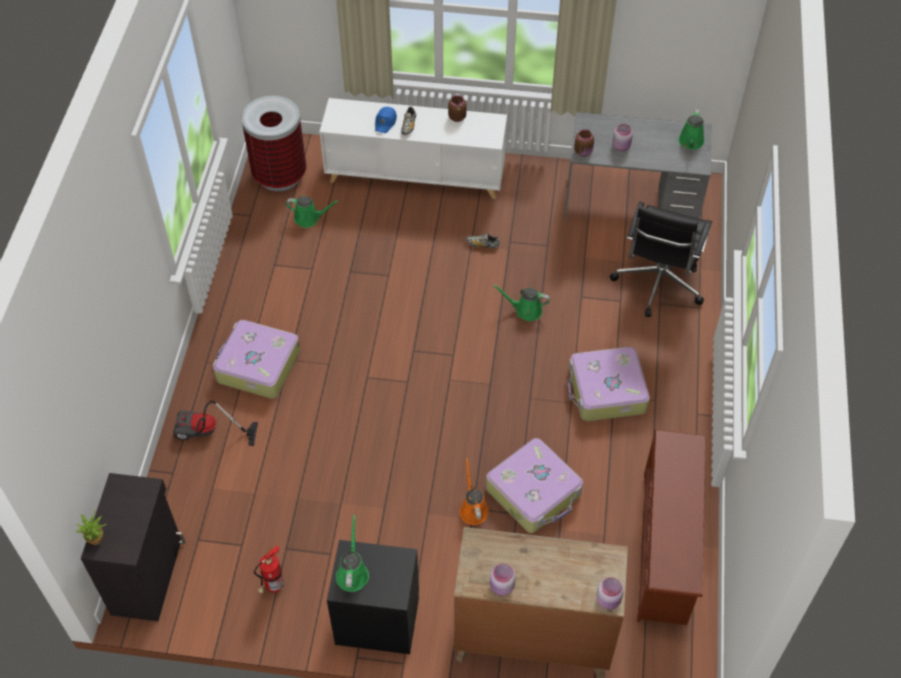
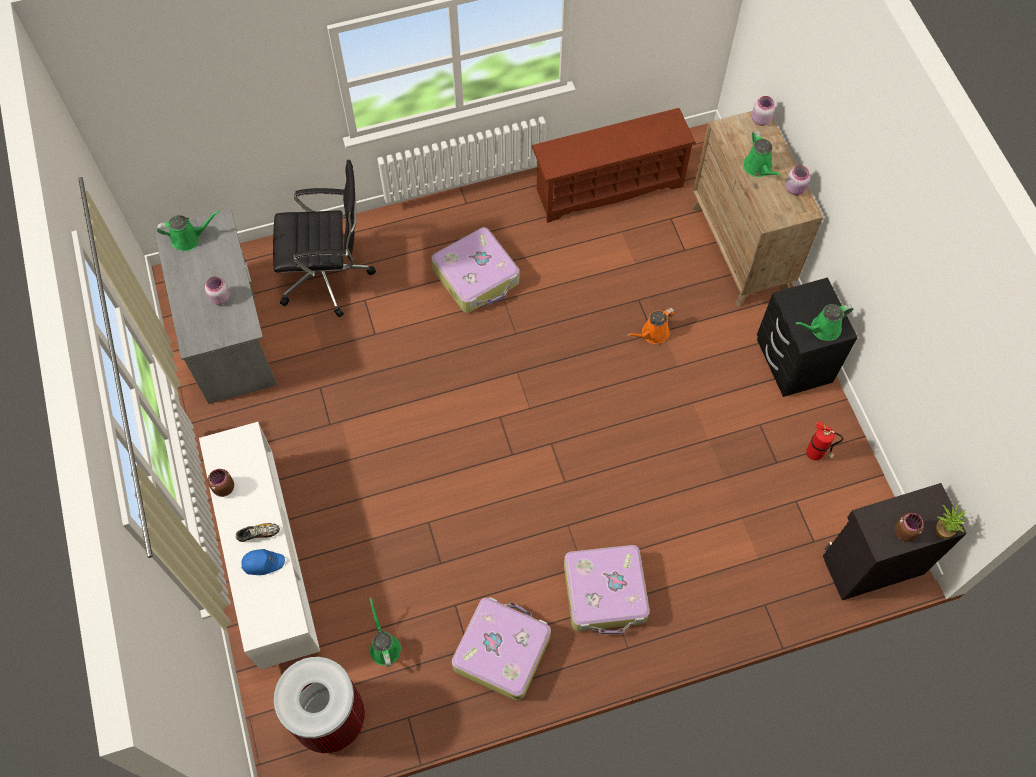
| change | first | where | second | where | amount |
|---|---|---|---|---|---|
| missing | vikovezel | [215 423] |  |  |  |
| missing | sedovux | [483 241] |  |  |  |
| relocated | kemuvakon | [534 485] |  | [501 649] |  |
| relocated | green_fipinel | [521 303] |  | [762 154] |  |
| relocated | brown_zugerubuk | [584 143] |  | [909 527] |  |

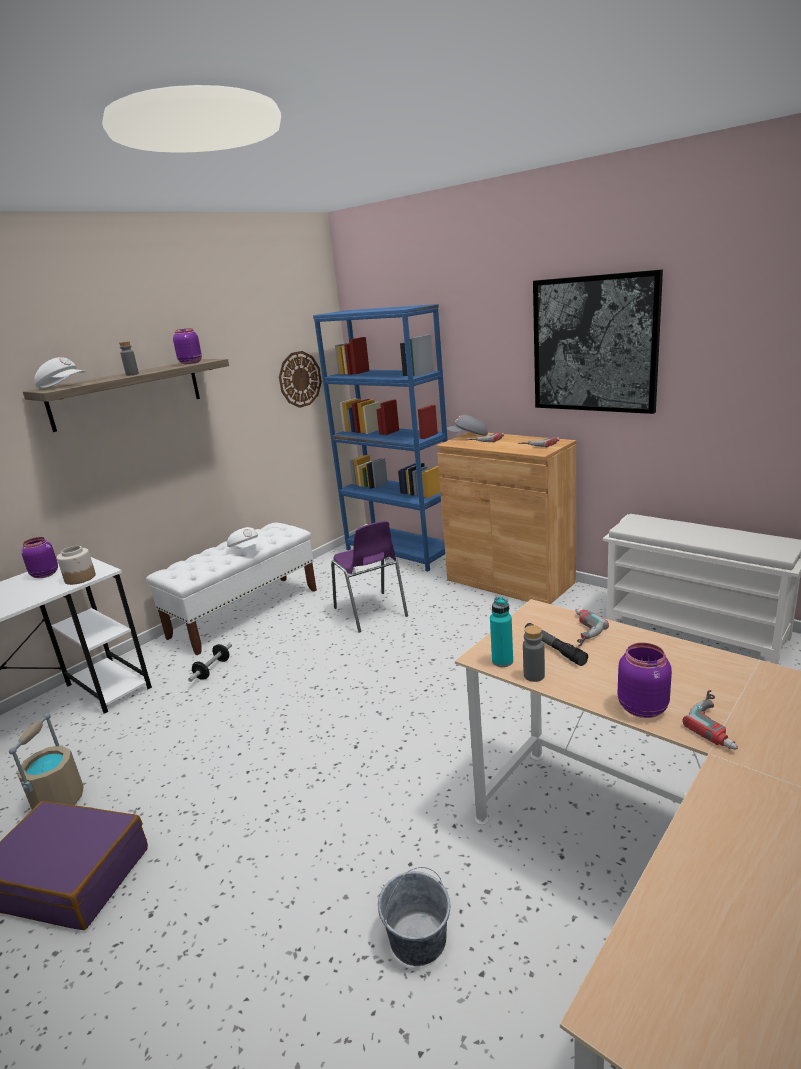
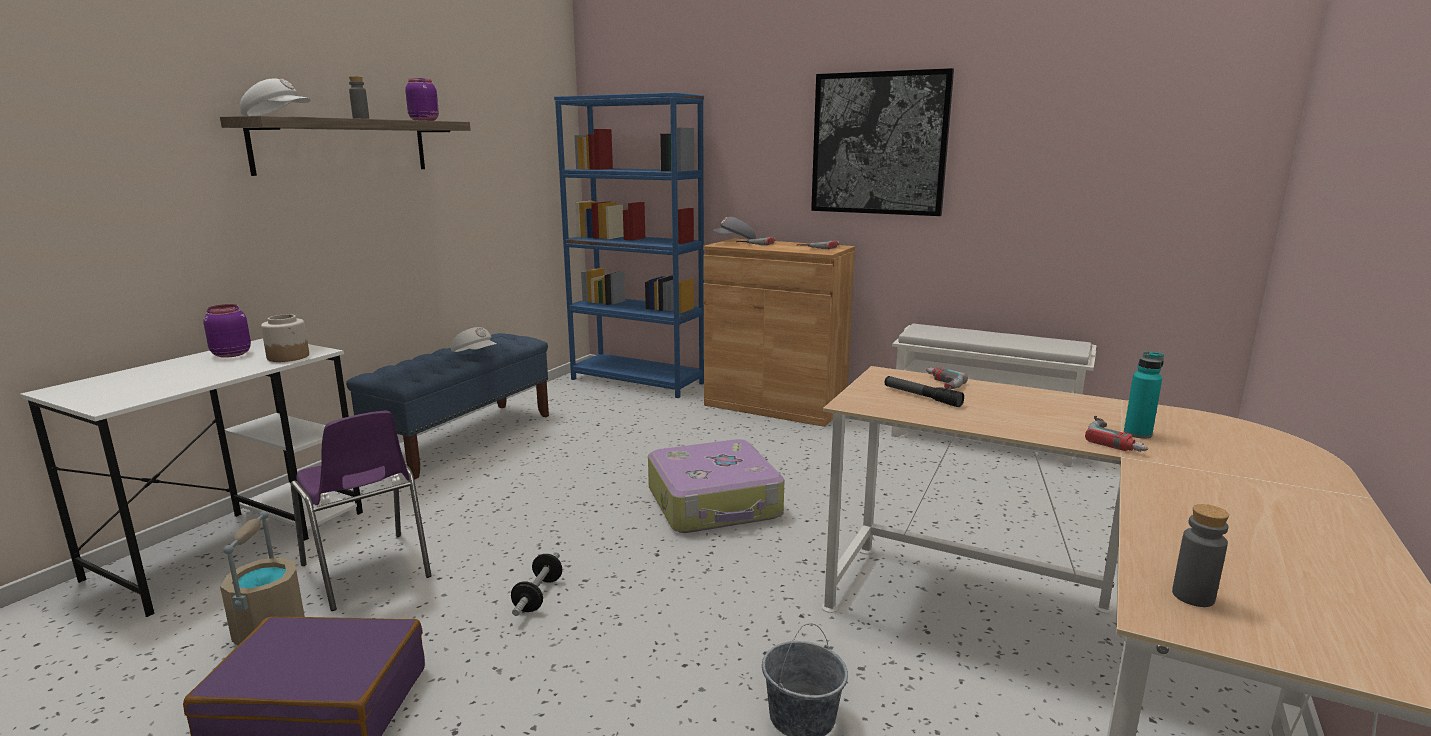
| change | first | where | second | where | amount |
|---|---|---|---|---|---|
| missing | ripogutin | [300 379] |  |  |  |
| missing | purple_zugerubuk | [644 680] |  |  |  |
| appeared |  |  | kemuvakon | [716 486] |  |
| relocated | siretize | [210 662] |  | [536 584] |  |
| relocated | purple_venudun | [369 576] |  | [361 511] |  |
| relocated | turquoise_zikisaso | [501 632] |  | [1144 394] |  |
| relocated | grey_zikisaso | [534 653] |  | [1200 555] |  |
| colour | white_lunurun | [231 588] | blue_lunurun | [447 406] |  |

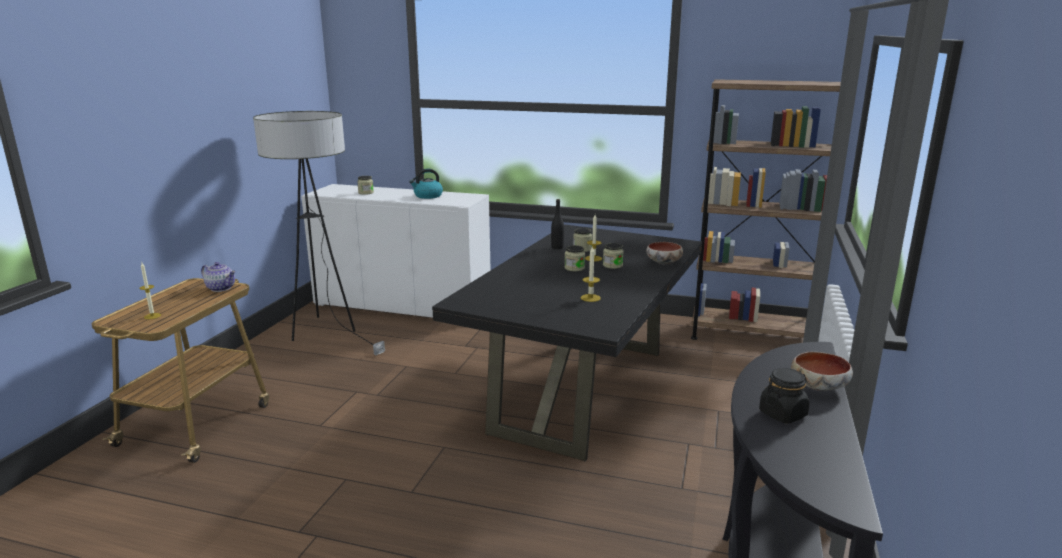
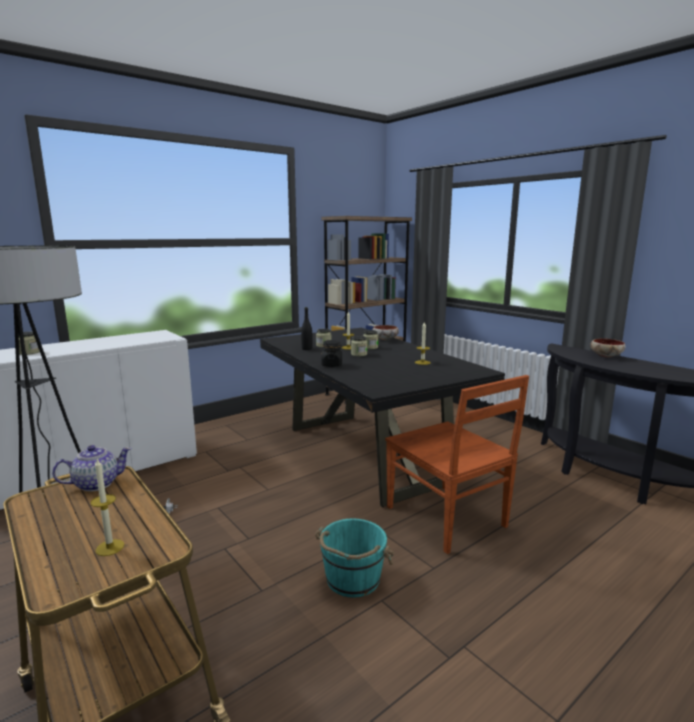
| change | first | where | second | where | amount |
|---|---|---|---|---|---|
| missing | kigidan | [426 184] |  |  |  |
| appeared |  |  | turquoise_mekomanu | [354 558] |  |
| appeared |  |  | brown_venudun | [457 464] |  |
| relocated | black_zugerubuk | [784 395] |  | [331 353] |  |

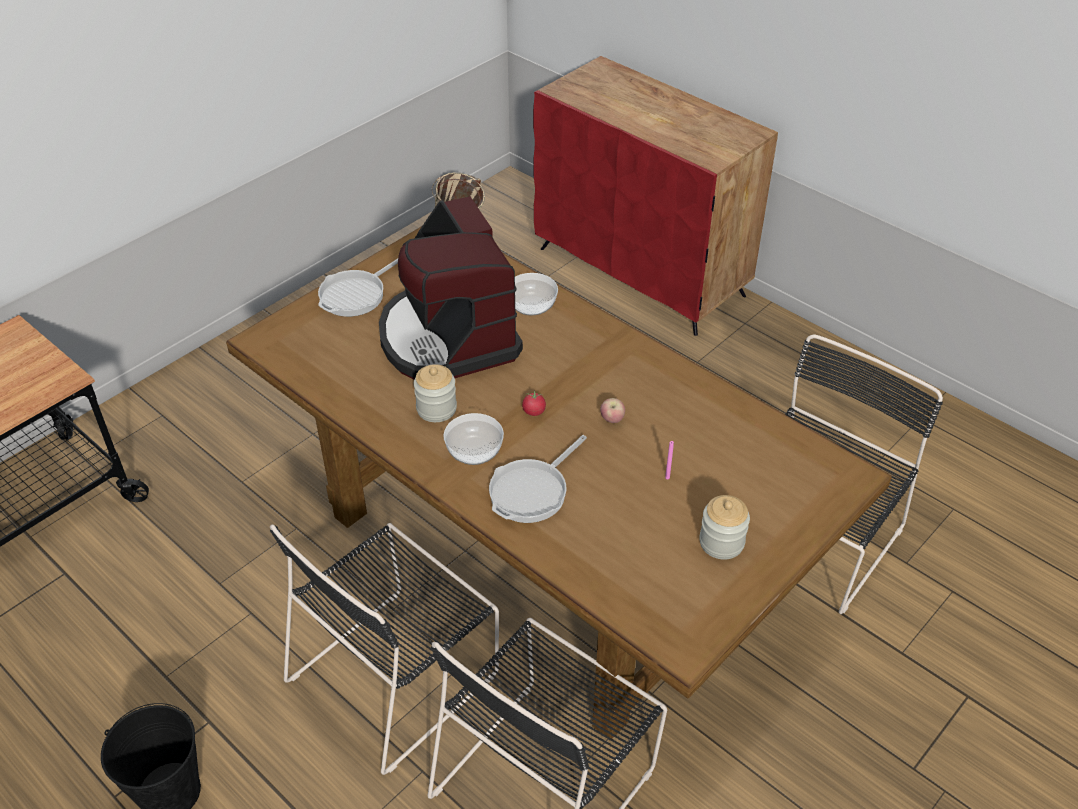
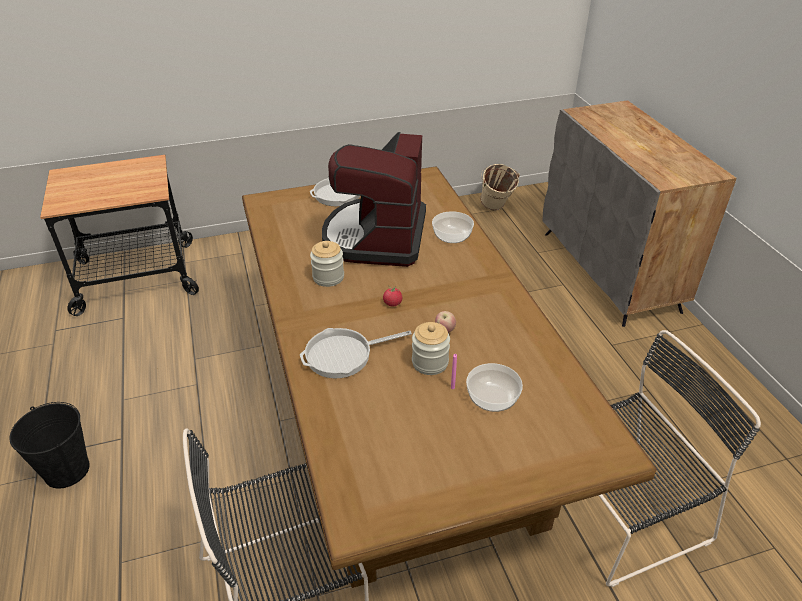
| change | first | where | second | where | amount |
|---|---|---|---|---|---|
| missing | black_venudun | [384 649] |  |  |  |
| relocated | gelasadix | [473 439] |  | [494 387] |  |
| relocated | zugerubuk | [724 527] |  | [431 348] |  |
| colour | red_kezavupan | [655 196] | grey_kezavupan | [640 213] |  |

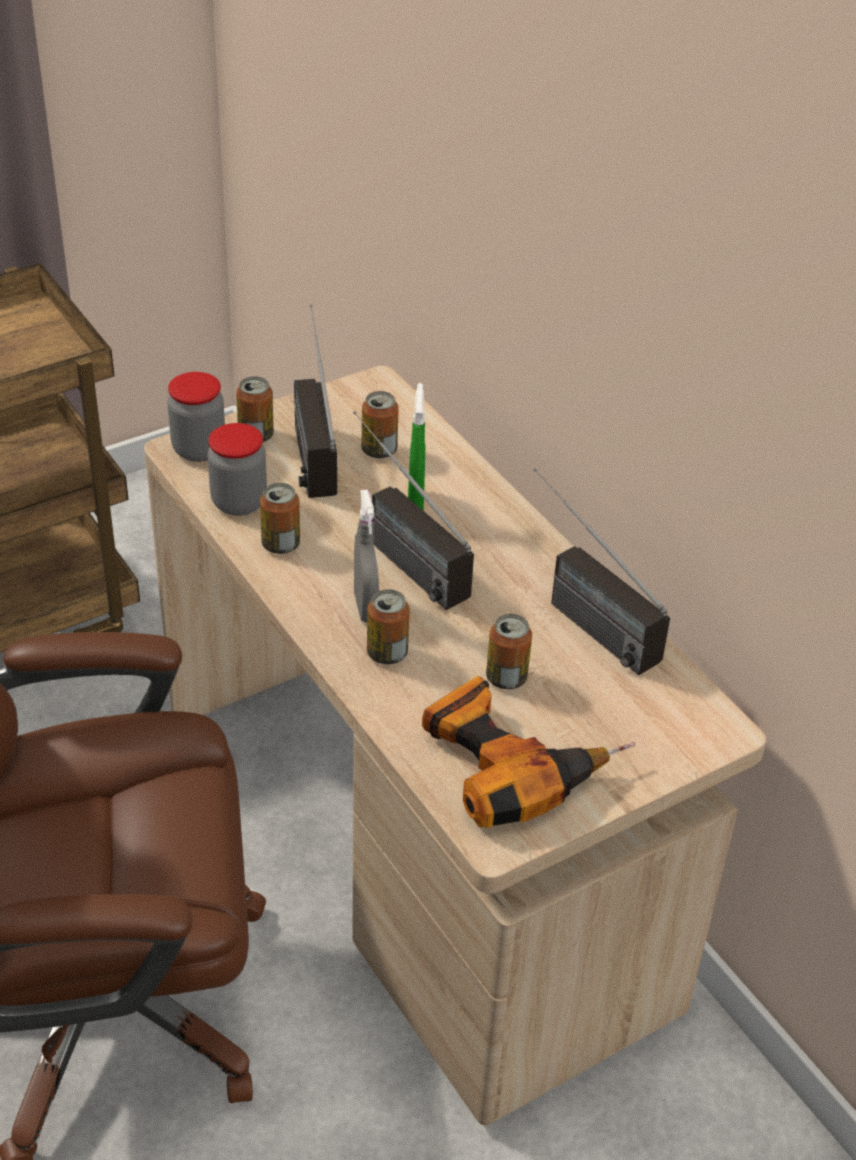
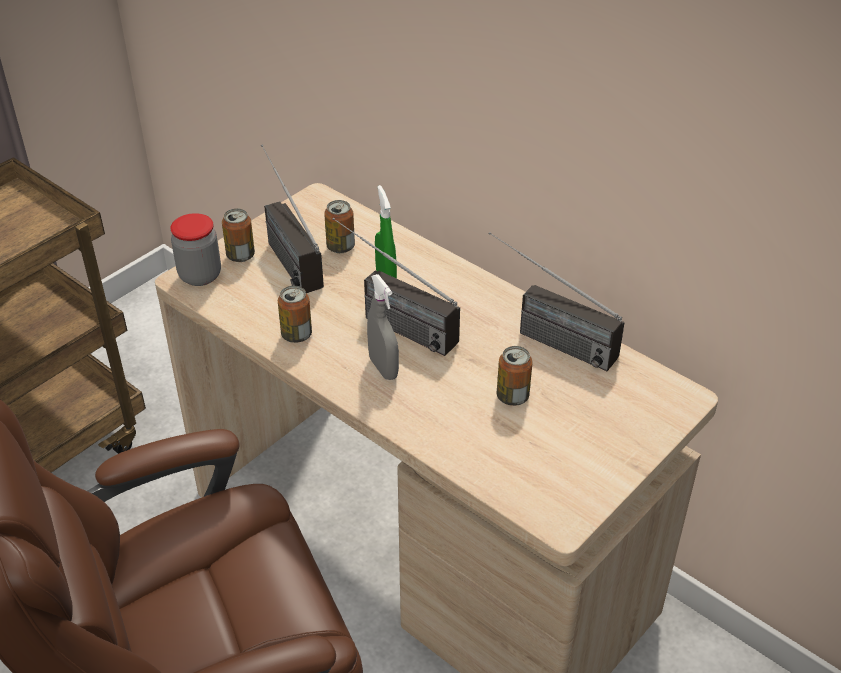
| change | first | where | second | where | amount |
|---|---|---|---|---|---|
| missing | zugerubuk | [237 469] |  |  |  |
| missing | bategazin | [388 626] |  |  |  |
| missing | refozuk | [528 752] |  |  |  |

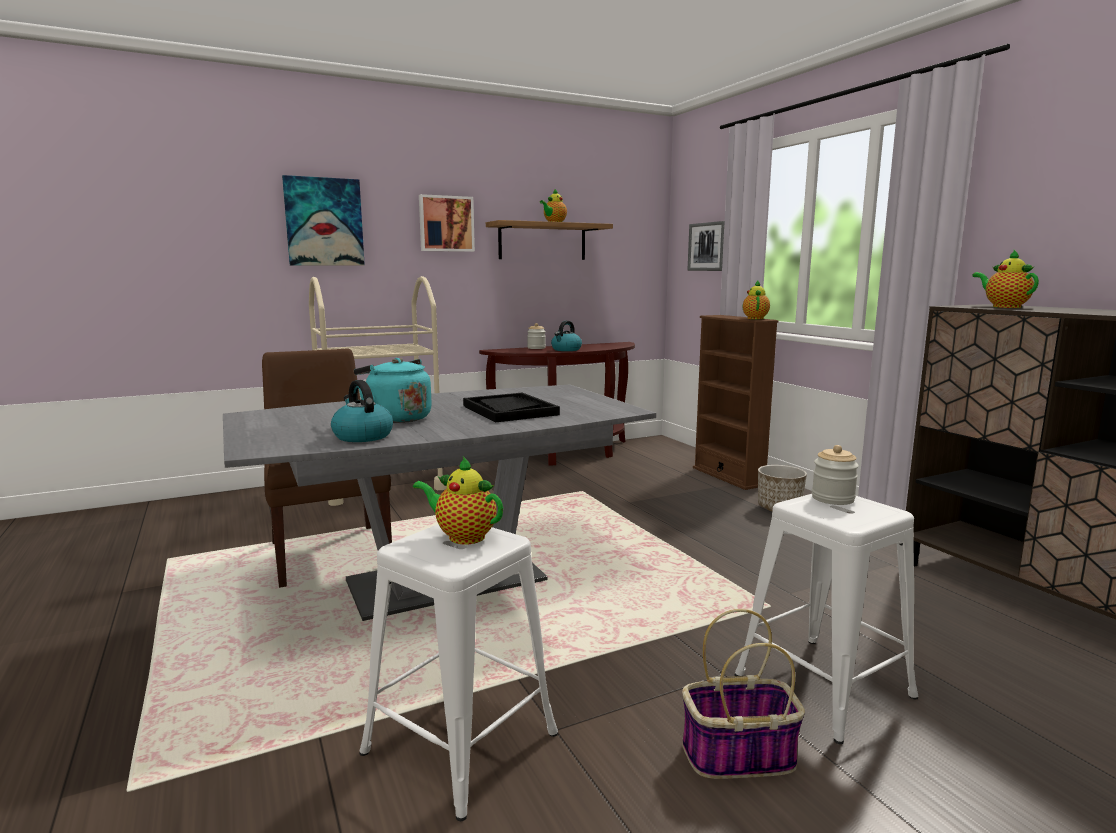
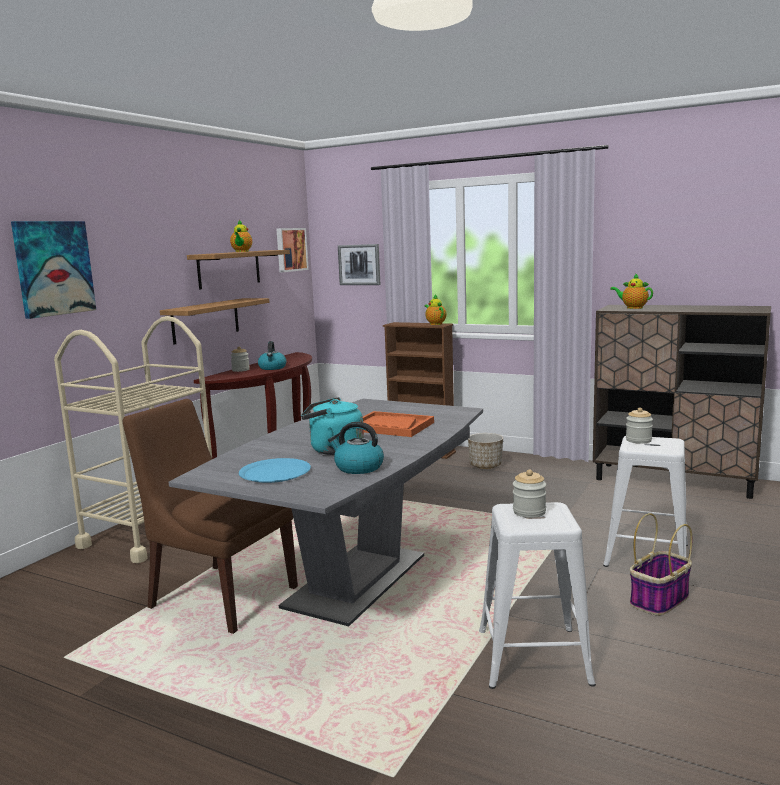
| change | first | where | second | where | amount |
|---|---|---|---|---|---|
| appeared |  |  | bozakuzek | [215 321] |  |
| appeared |  |  | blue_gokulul | [275 470] |  |
| relocated | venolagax | [447 223] |  | [292 250] |  |
| exchanged | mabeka | [458 500] | zugerubuk | [529 493] |  |
| colour | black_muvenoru | [511 407] | orange_muvenoru | [398 424] |  |

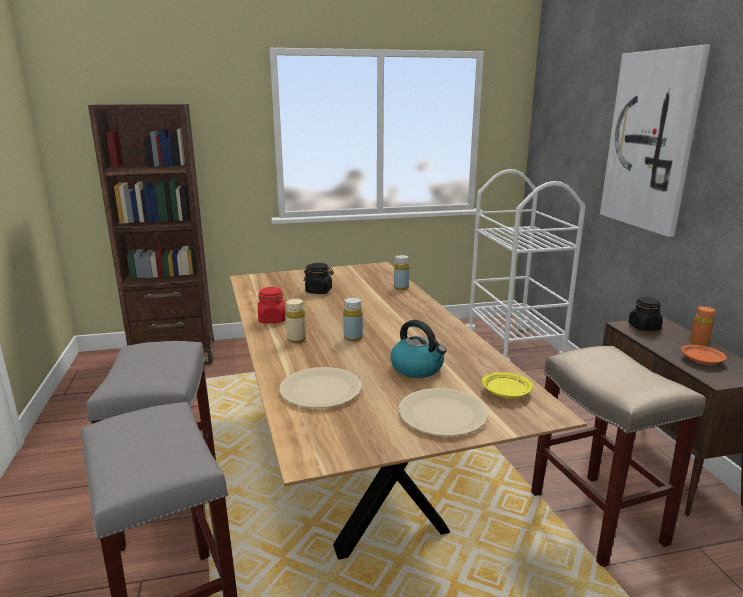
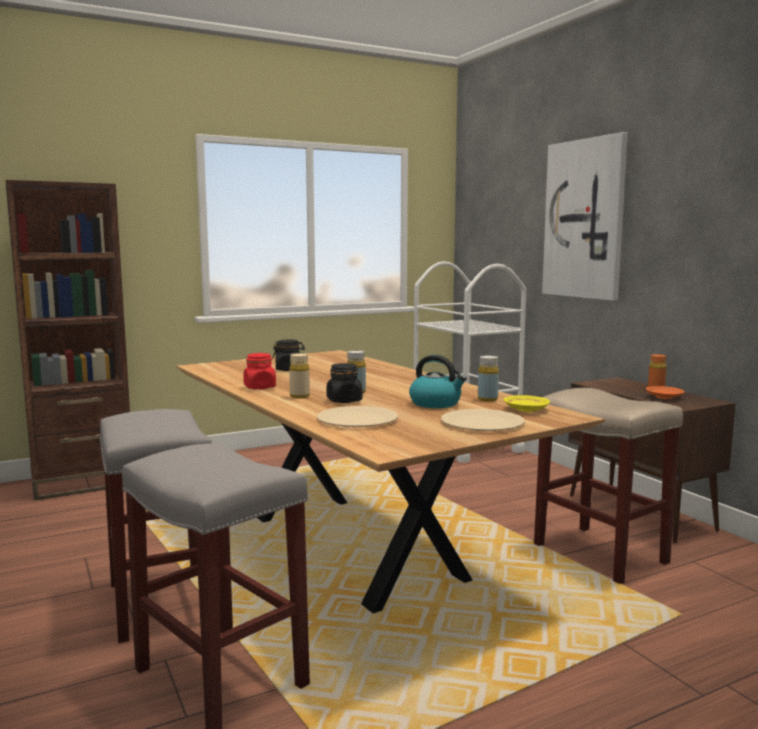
| change | first | where | second | where | amount |
|---|---|---|---|---|---|
| relocated | yellow_zikisaso | [401 272] |  | [488 379] |  |
| relocated | black_zugerubuk | [645 314] |  | [344 383] |  |

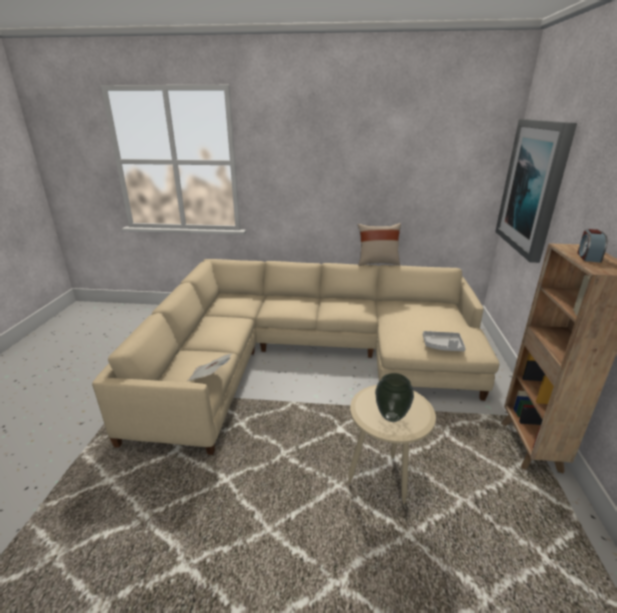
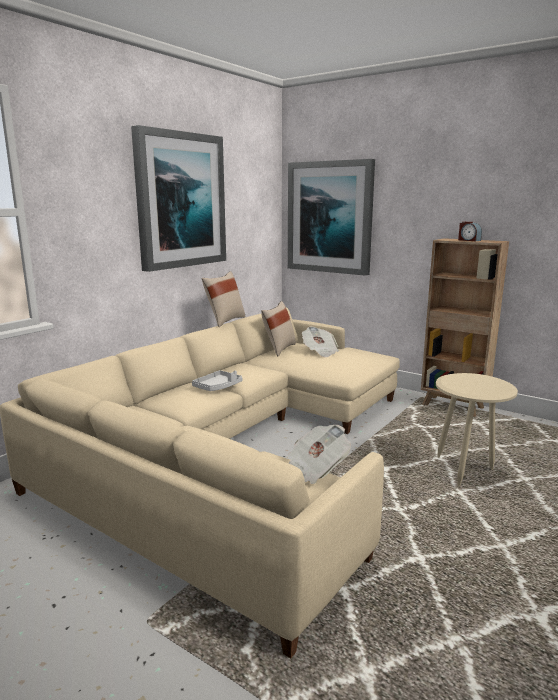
| change | first | where | second | where | amount |
|---|---|---|---|---|---|
| missing | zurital | [394 397] |  |  |  |
| appeared |  |  | venolagax | [178 198] |  |
| appeared |  |  | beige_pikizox | [278 328] |  |
| appeared |  |  | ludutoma | [320 342] |  |
| relocated | grey_muvenoru | [444 341] |  | [217 380] |  |

